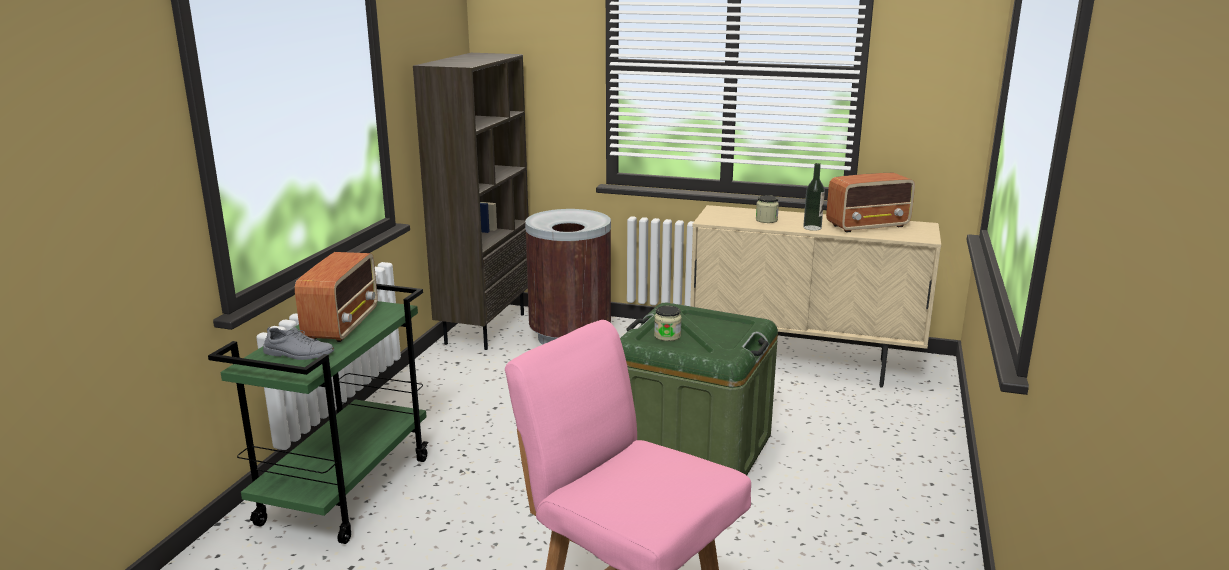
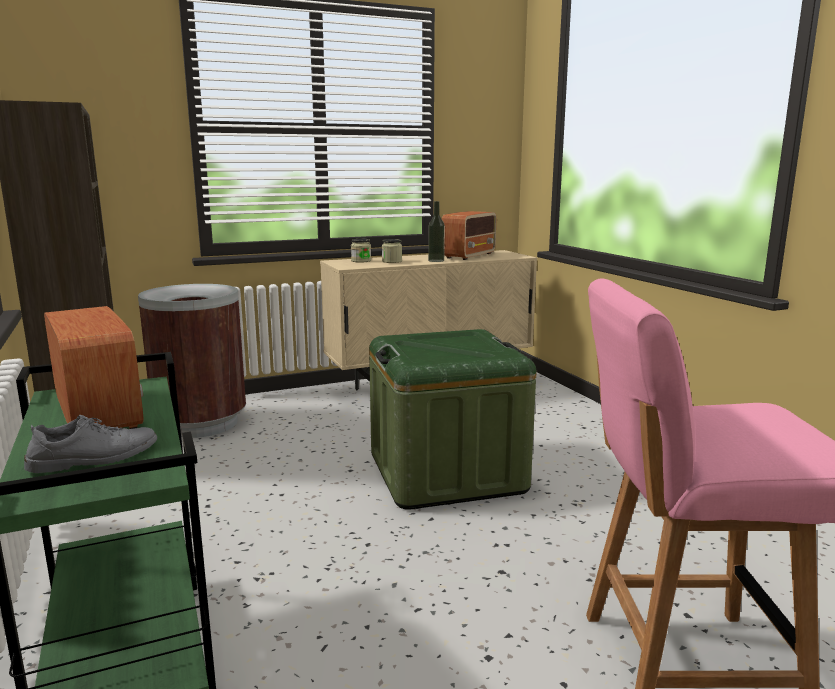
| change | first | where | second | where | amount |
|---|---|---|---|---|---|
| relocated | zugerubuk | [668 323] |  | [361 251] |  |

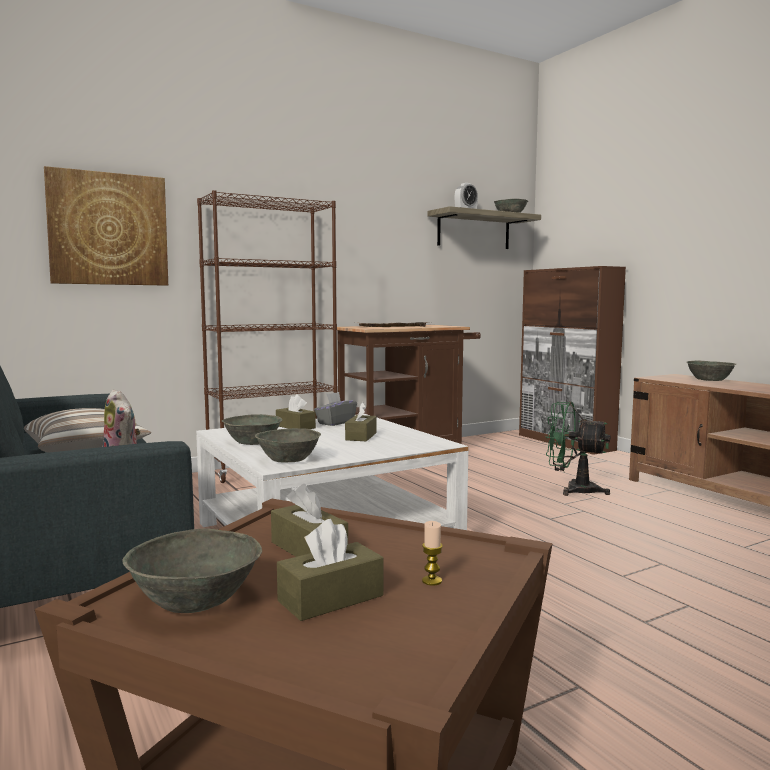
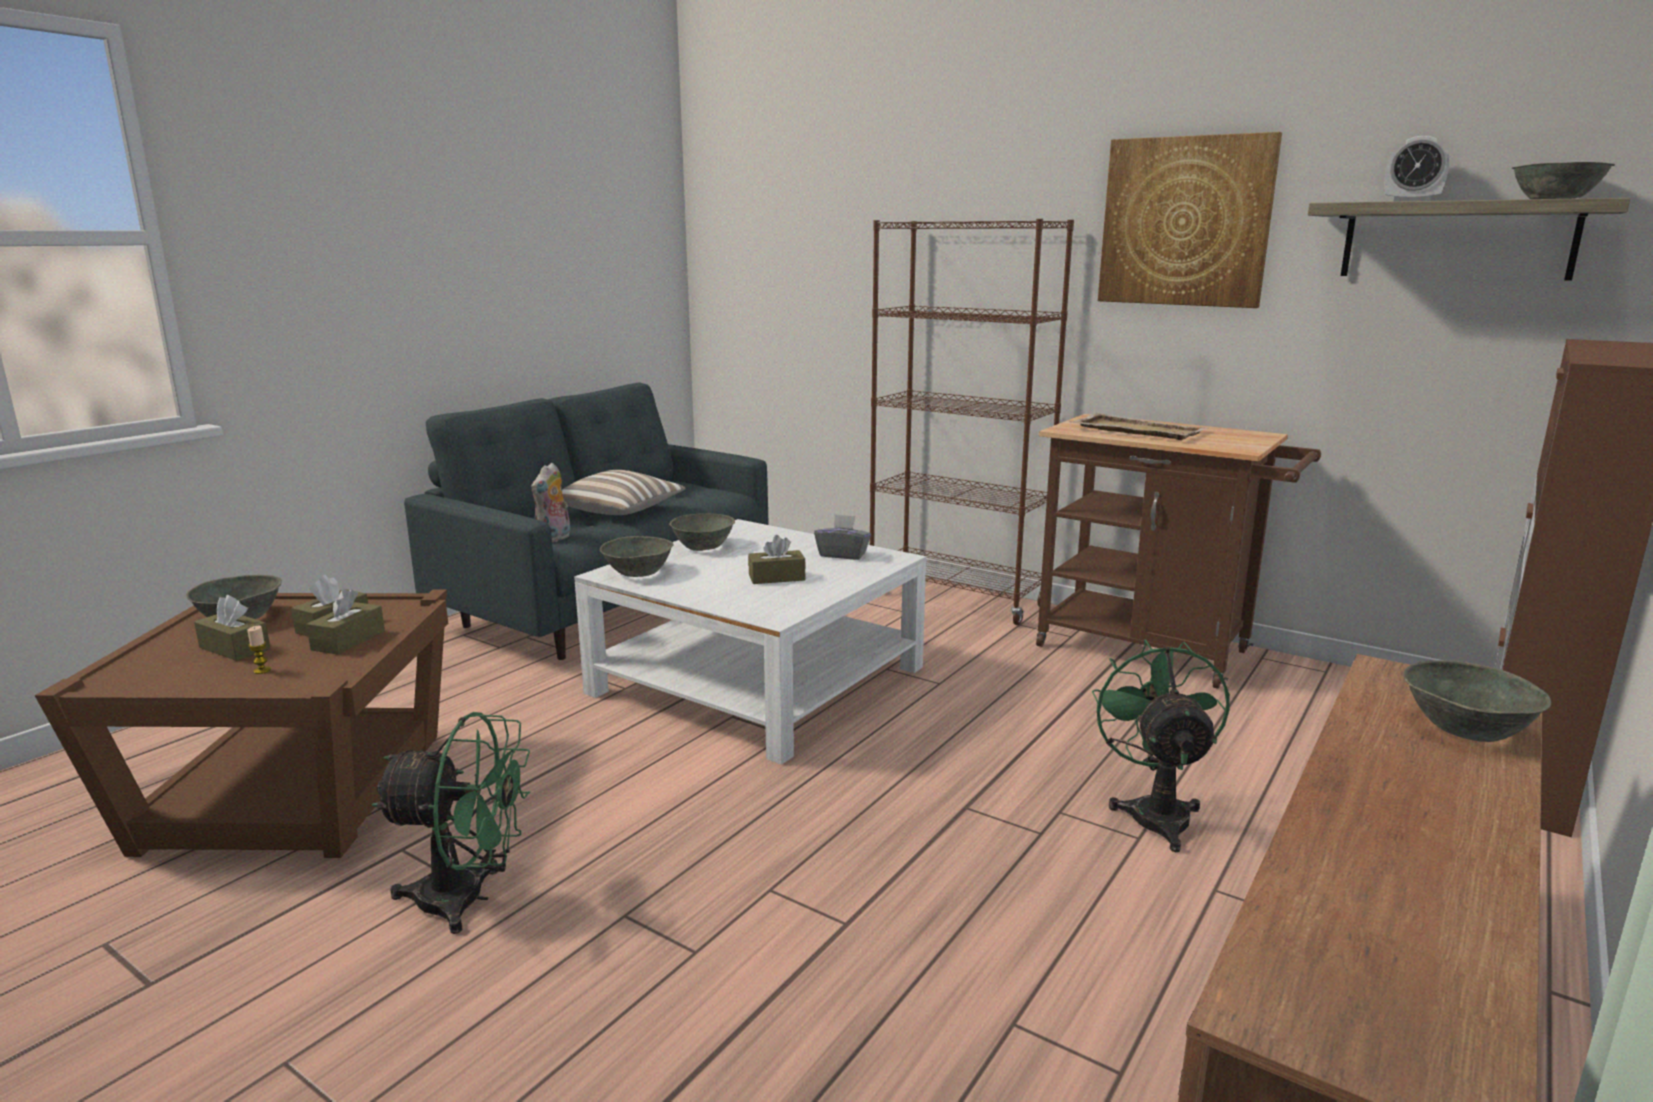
| change | first | where | second | where | amount |
|---|---|---|---|---|---|
| appeared |  |  | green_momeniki | [451 823] |  |
| relocated | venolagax | [106 226] |  | [1190 220] |  |
| relocated | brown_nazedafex | [296 411] |  | [345 622] |  |

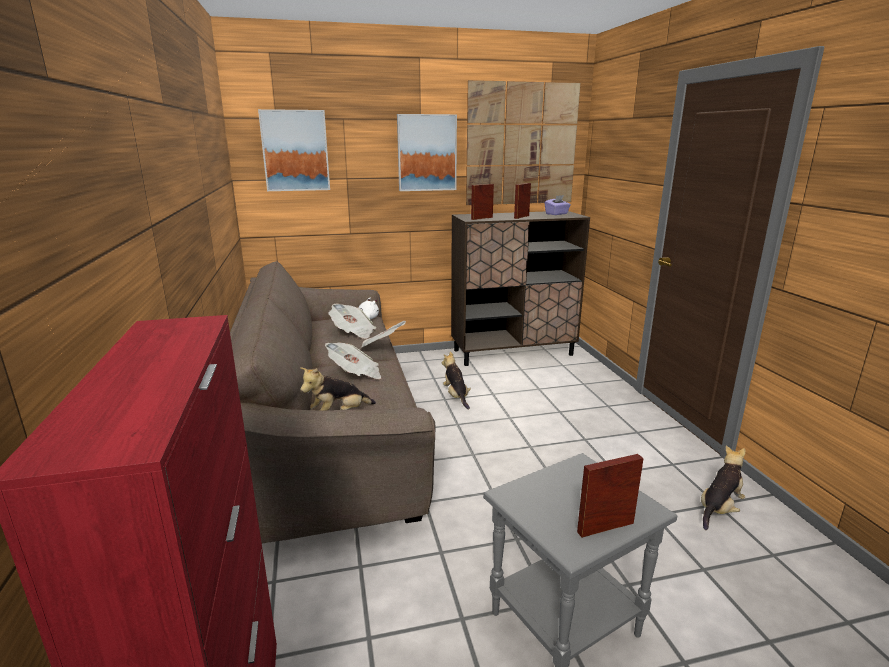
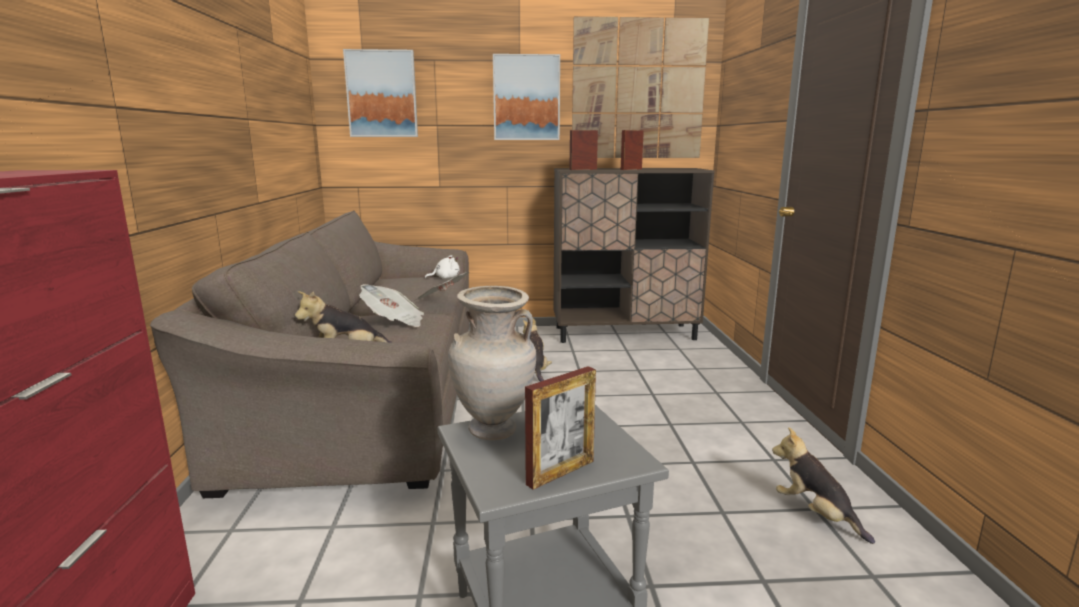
| change | first | where | second | where | amount |
|---|---|---|---|---|---|
| missing | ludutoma | [352 321] |  |  |  |
| missing | purple_nazedafex | [557 205] |  |  |  |
| appeared |  |  | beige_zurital | [492 363] |  |
| spun | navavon | [610 496] |  | [560 428] | 150 degrees clockwise |
| spun | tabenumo | [723 488] |  | [823 485] | 90 degrees counterclockwise |

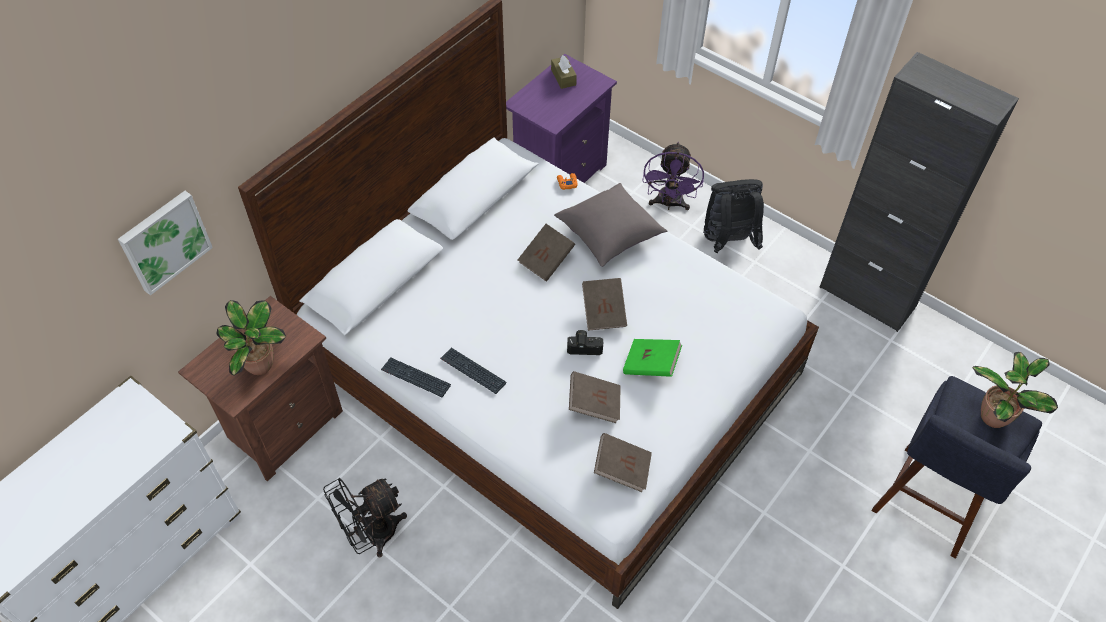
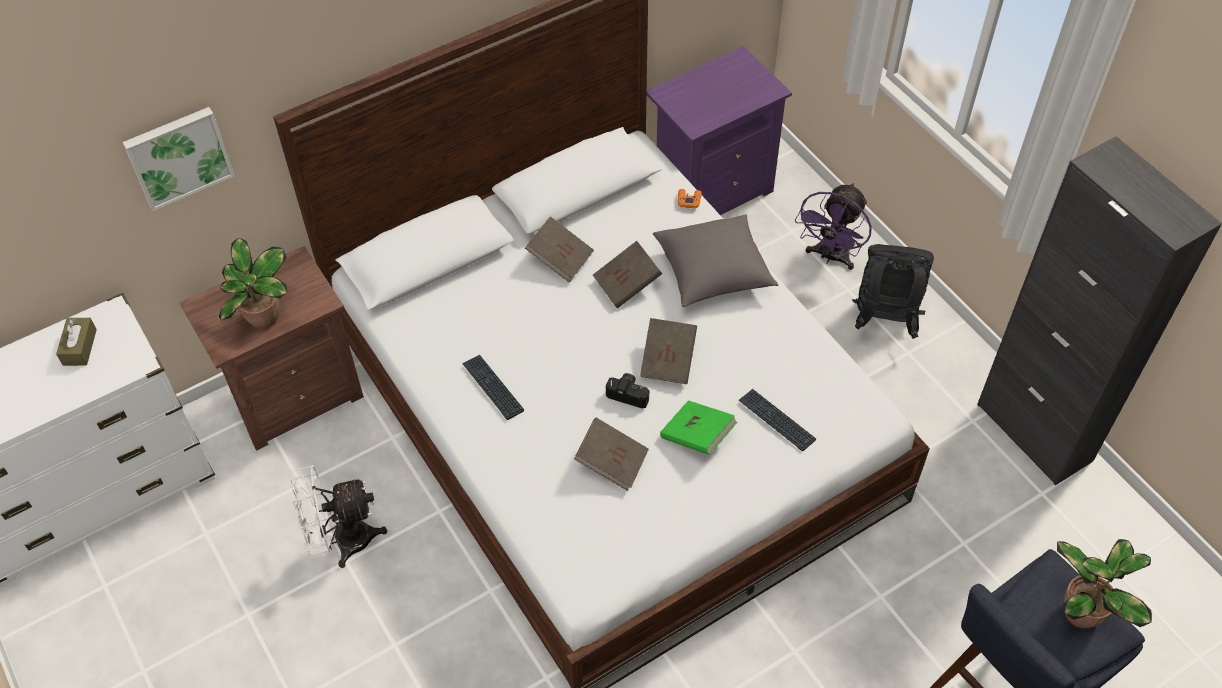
| change | first | where | second | where | amount |
|---|---|---|---|---|---|
| relocated | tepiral | [416 377] |  | [777 420] |  |
| relocated | brown_nazedafex | [564 72] |  | [76 342] |  |
| relocated | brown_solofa | [623 462] |  | [559 249] |  |
| colour | black_momeniki | [365 518] | white_momeniki | [339 516] |  |

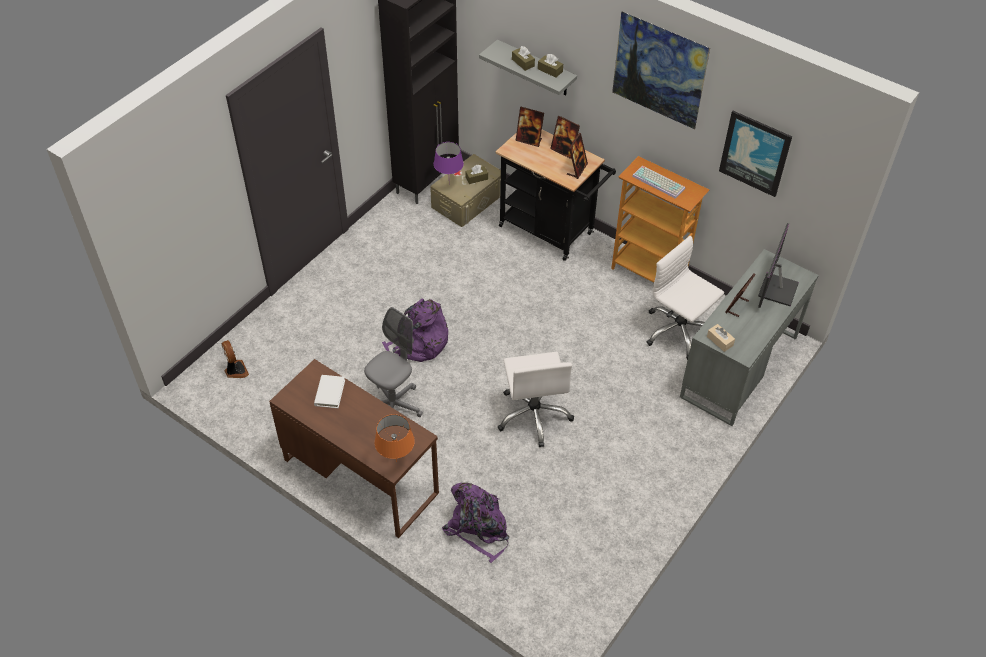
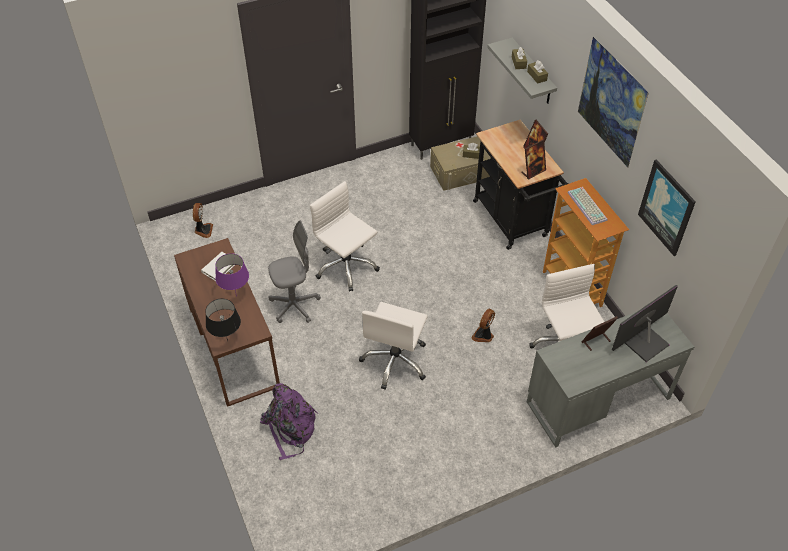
| change | first | where | second | where | amount |
|---|---|---|---|---|---|
| missing | navavon | [530 127] |  |  |  |
| missing | beige_nazedafex | [721 338] |  |  |  |
| appeared |  |  | momeniki | [483 325] |  |
| relocated | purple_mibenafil | [449 158] |  | [232 274] |  |
| exchanged | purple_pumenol | [415 330] | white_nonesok | [345 236] |  |
| colour | orange_mibenafil | [395 438] | black_mibenafil | [223 320] |  |

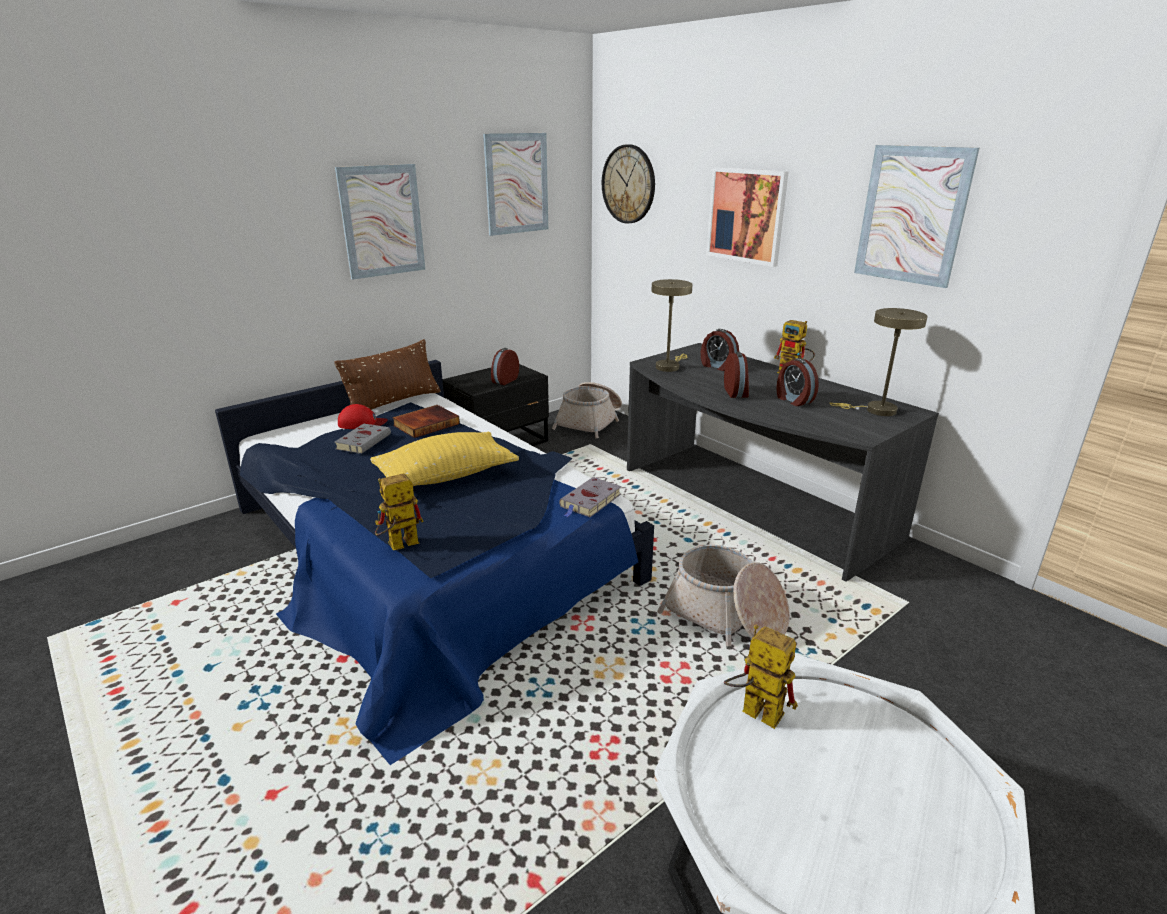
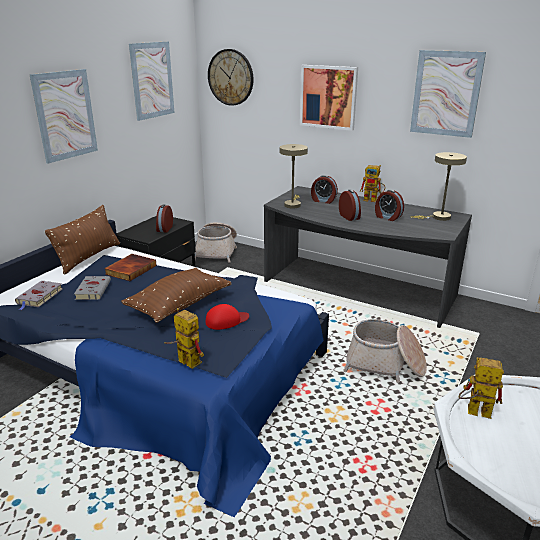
| change | first | where | second | where | amount |
|---|---|---|---|---|---|
| relocated | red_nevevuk | [363 416] |  | [227 317] |  |
| relocated | grey_solofa | [590 497] |  | [38 295] |  |
| colour | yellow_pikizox | [444 459] | brown_pikizox | [176 295] |  |
| spun | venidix | [399 511] |  | [184 338] | 90 degrees clockwise |

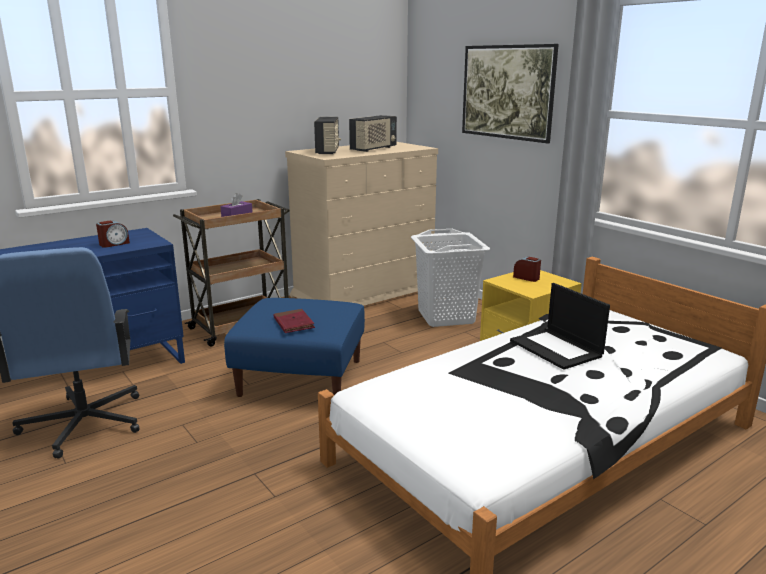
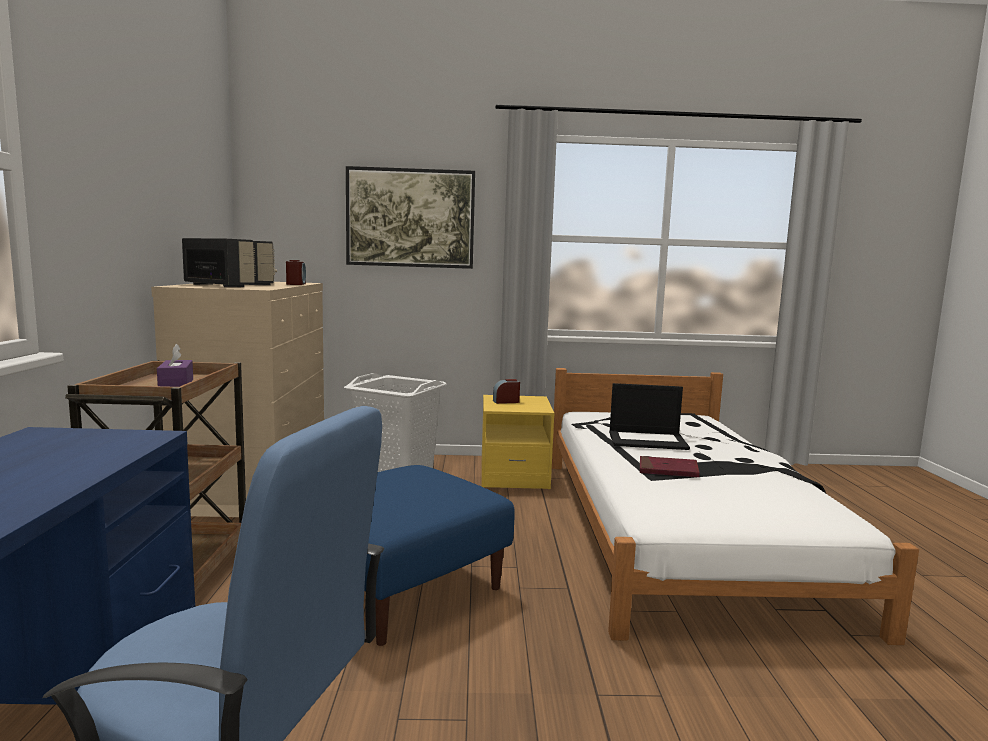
| change | first | where | second | where | amount |
|---|---|---|---|---|---|
| relocated | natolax | [113 234] |  | [296 272] |  |
| relocated | red_solofa | [294 321] |  | [670 467] |  |

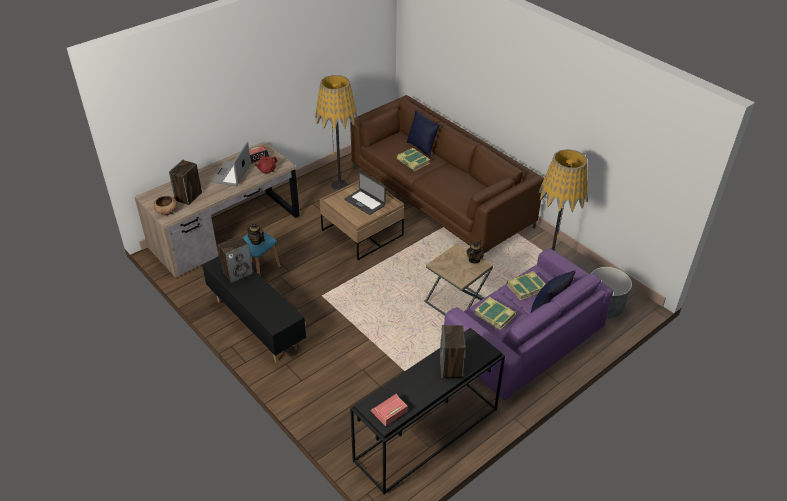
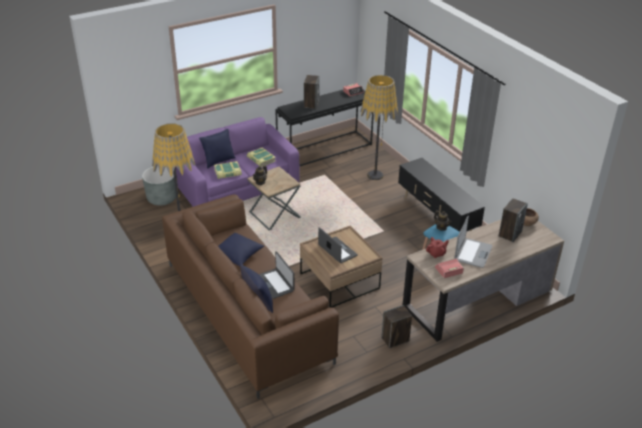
| change | first | where | second | where | amount |
|---|---|---|---|---|---|
| appeared |  |  | blue_pikizox | [241 249] |  |
| relocated | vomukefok | [235 259] |  | [396 326] |  |
| relocated | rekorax | [336 133] |  | [379 127] |  |
| exchanged | solofa | [413 159] | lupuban | [276 275] |  |

